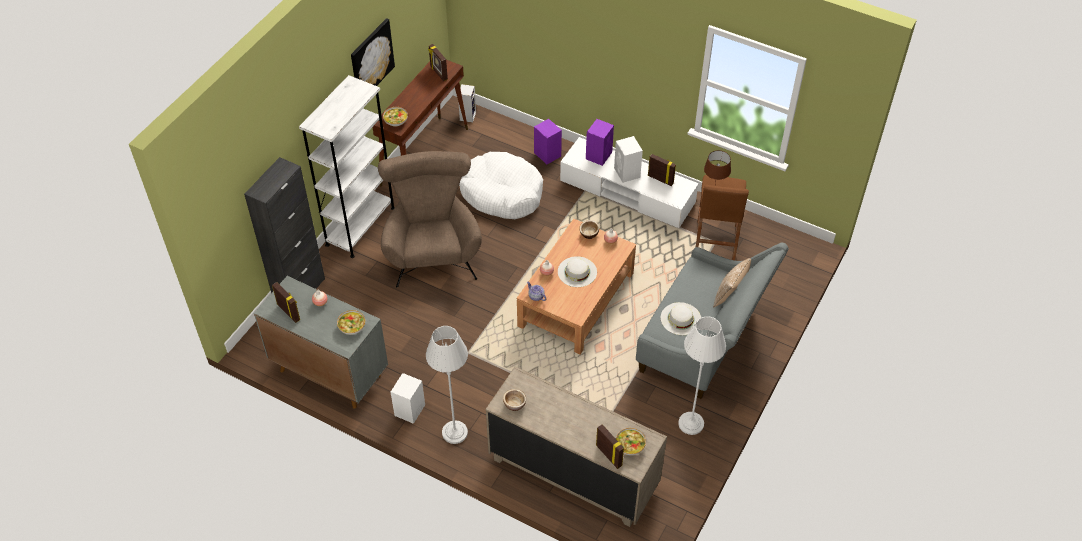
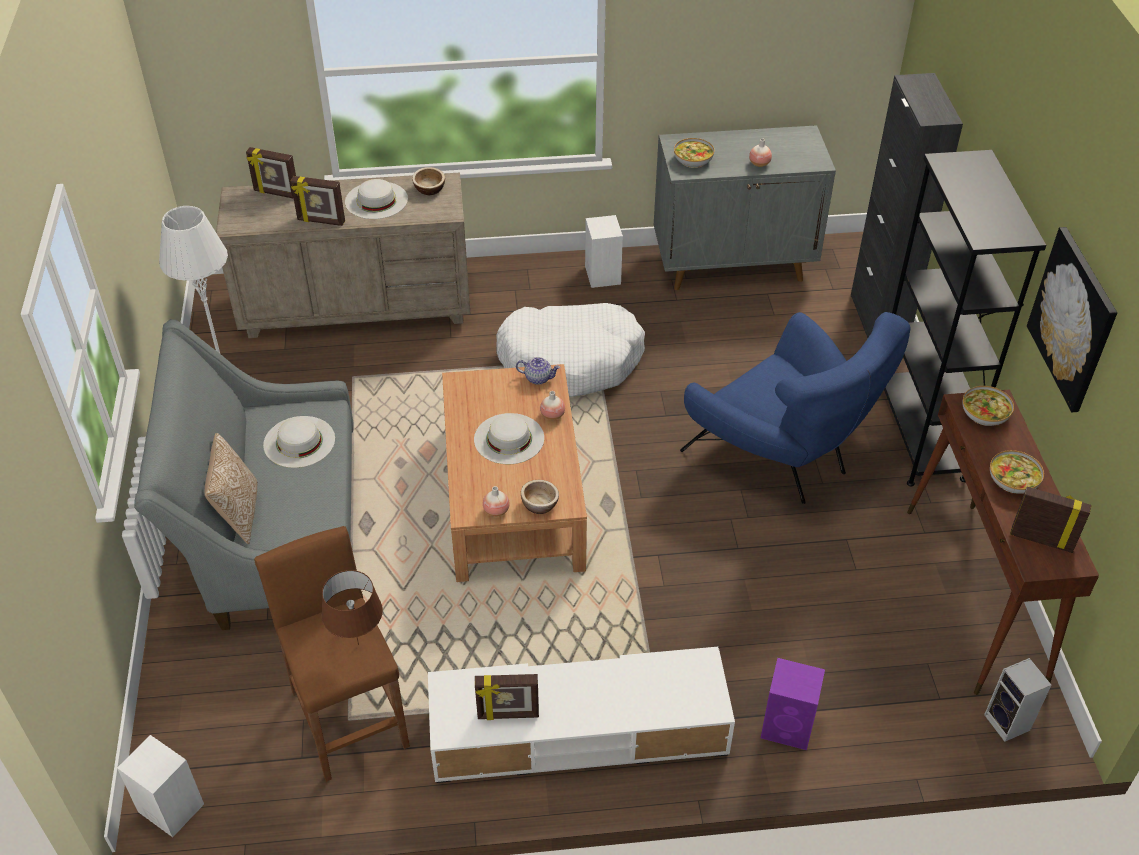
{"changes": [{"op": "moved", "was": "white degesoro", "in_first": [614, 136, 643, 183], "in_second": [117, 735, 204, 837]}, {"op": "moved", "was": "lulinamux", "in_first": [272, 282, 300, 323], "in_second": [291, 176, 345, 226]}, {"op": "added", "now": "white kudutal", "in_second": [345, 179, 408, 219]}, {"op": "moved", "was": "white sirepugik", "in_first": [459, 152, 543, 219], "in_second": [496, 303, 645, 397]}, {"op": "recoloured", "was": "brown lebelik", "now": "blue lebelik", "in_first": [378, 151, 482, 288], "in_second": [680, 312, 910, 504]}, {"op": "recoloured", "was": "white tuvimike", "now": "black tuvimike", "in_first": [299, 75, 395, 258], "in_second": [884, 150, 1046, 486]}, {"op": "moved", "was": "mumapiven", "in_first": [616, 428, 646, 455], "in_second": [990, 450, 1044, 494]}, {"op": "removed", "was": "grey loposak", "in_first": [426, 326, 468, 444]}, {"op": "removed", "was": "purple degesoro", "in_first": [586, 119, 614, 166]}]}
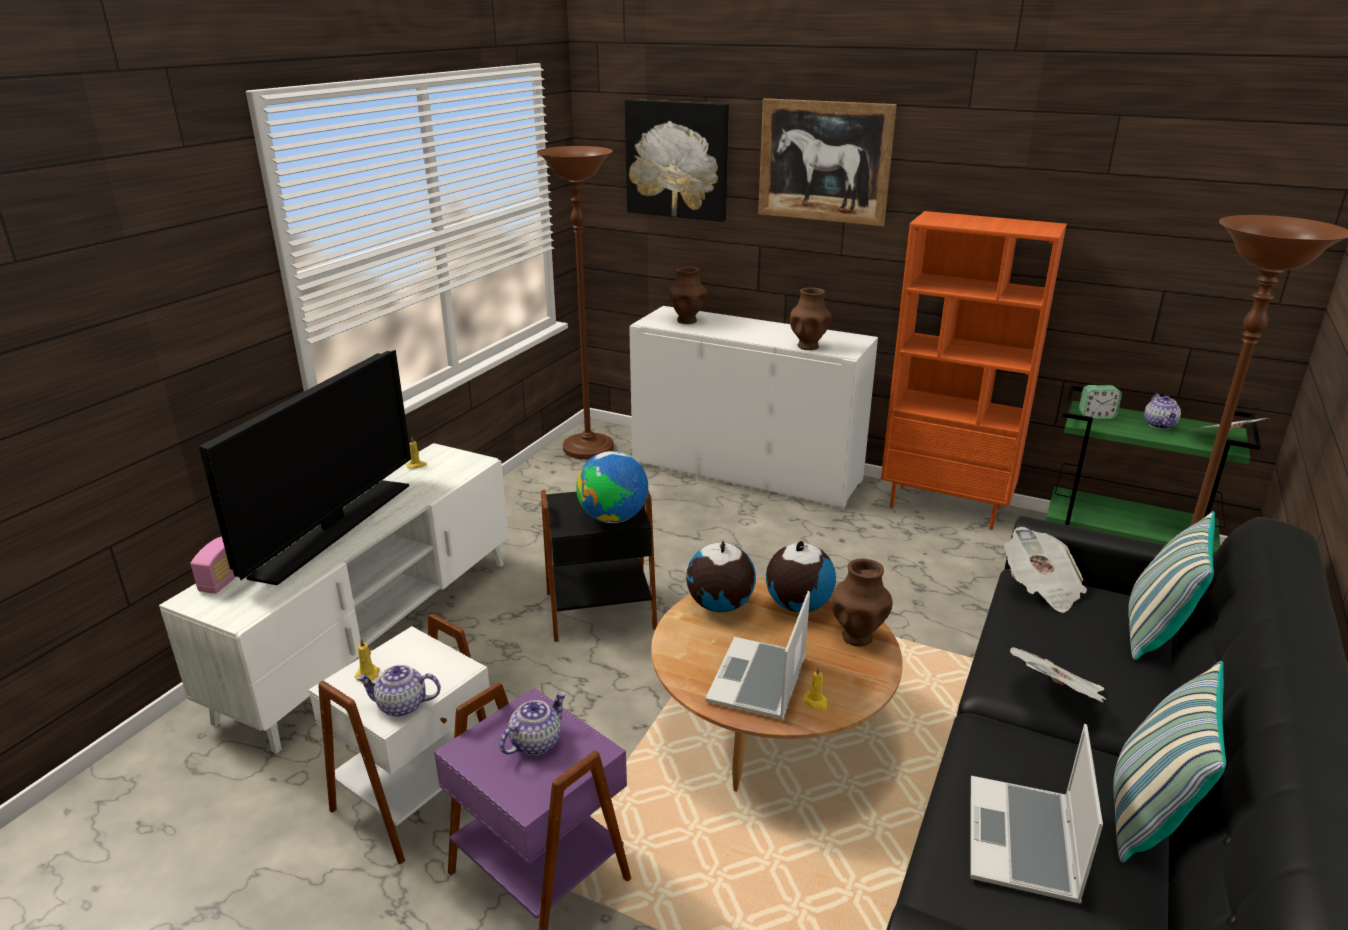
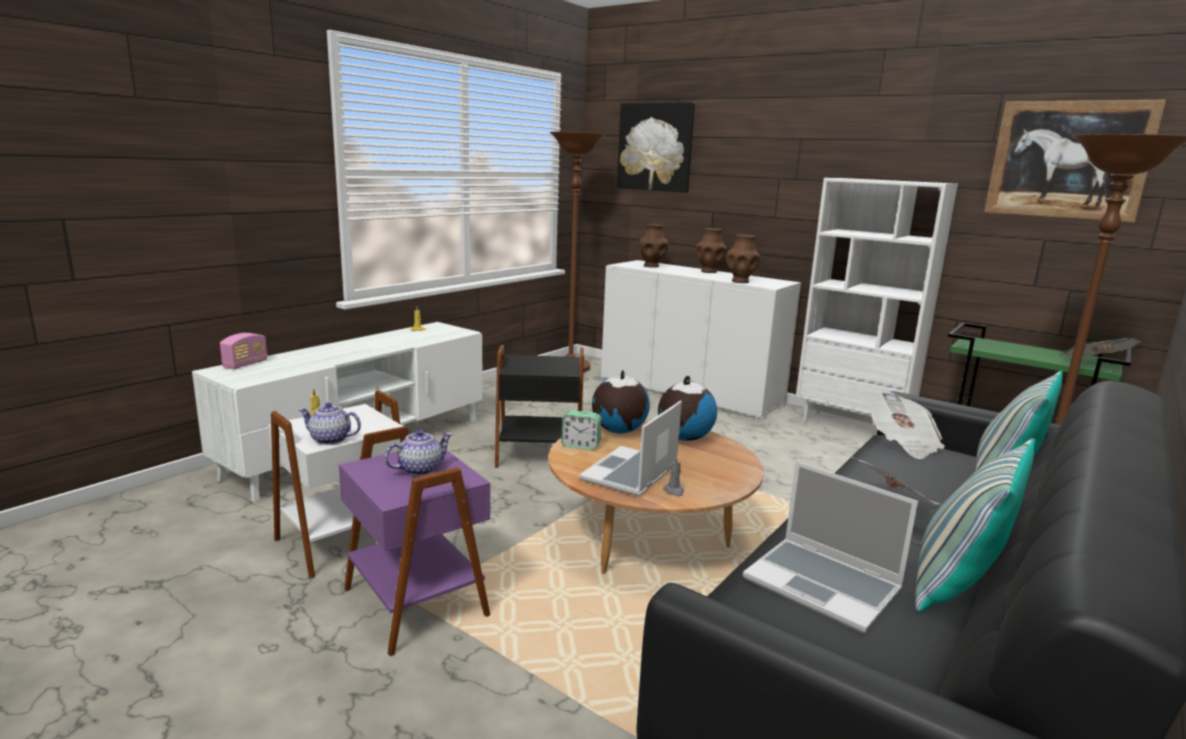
{"changes": [{"op": "moved", "was": "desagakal", "in_first": [1079, 385, 1122, 419], "in_second": [561, 410, 601, 450]}, {"op": "recoloured", "was": "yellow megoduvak", "now": "grey megoduvak", "in_first": [803, 666, 828, 711], "in_second": [663, 455, 684, 496]}, {"op": "moved", "was": "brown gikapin", "in_first": [832, 558, 893, 646], "in_second": [696, 228, 727, 273]}, {"op": "turned", "was": "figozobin", "in_first": [970, 724, 1103, 903], "in_second": [743, 461, 918, 633], "clockwise": -75}, {"op": "recoloured", "was": "orange tuvimike", "now": "white tuvimike", "in_first": [881, 211, 1067, 530], "in_second": [796, 178, 958, 424]}, {"op": "moved", "was": "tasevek", "in_first": [758, 98, 897, 226], "in_second": [984, 100, 1166, 223]}, {"op": "removed", "was": "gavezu", "in_first": [199, 350, 411, 585]}, {"op": "removed", "was": "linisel", "in_first": [576, 451, 648, 523]}, {"op": "removed", "was": "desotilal", "in_first": [1144, 393, 1181, 429]}]}
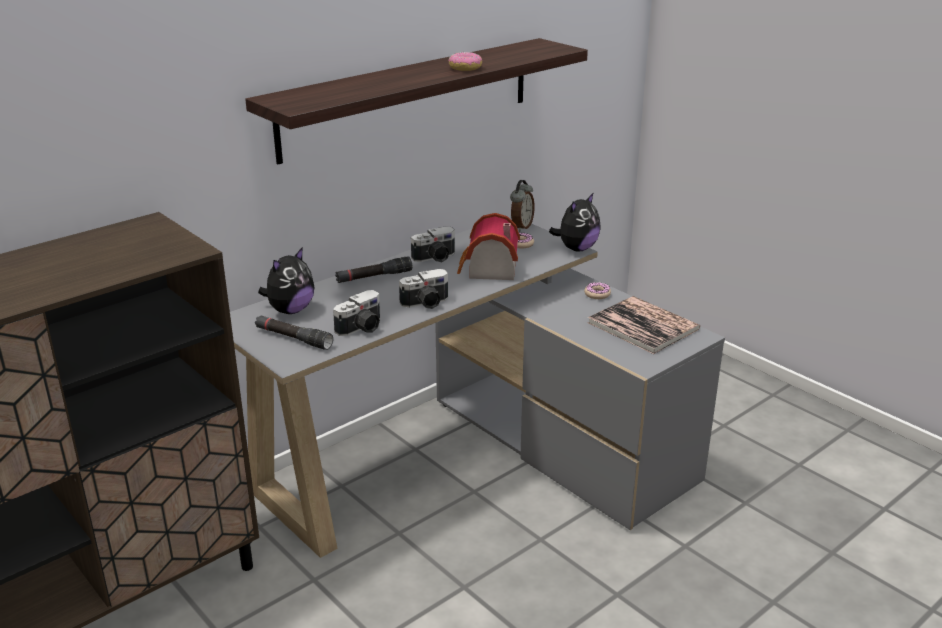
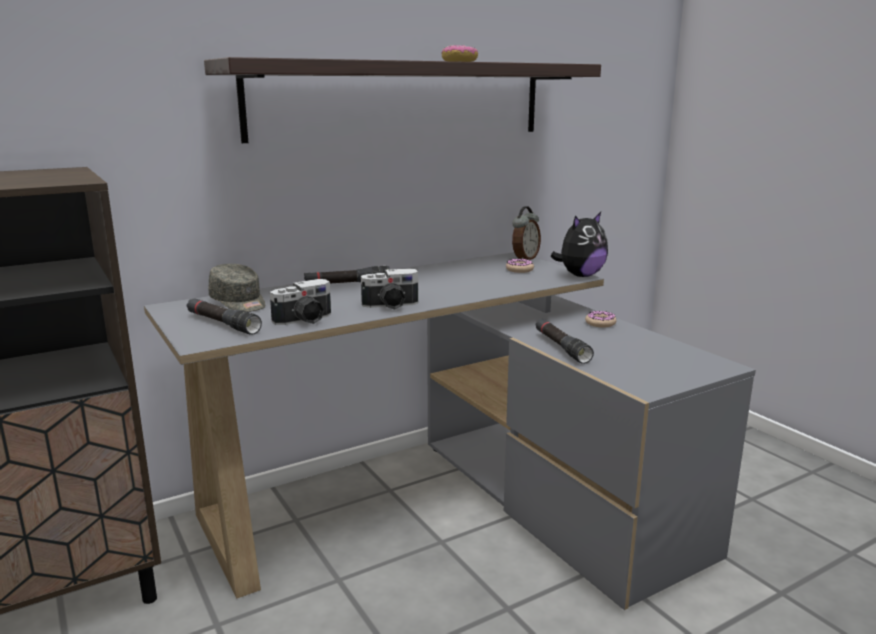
{"changes": [{"op": "replaced", "was": "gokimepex", "now": "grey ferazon", "in_first": [258, 247, 314, 314], "in_second": [208, 264, 265, 312]}, {"op": "added", "now": "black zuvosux", "in_second": [536, 319, 594, 364]}, {"op": "removed", "was": "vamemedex", "in_first": [411, 226, 455, 262]}, {"op": "removed", "was": "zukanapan", "in_first": [457, 213, 520, 280]}, {"op": "removed", "was": "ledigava", "in_first": [588, 296, 700, 354]}]}
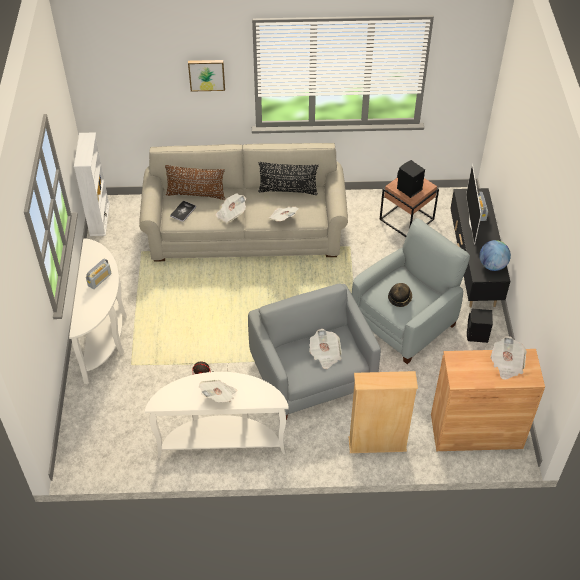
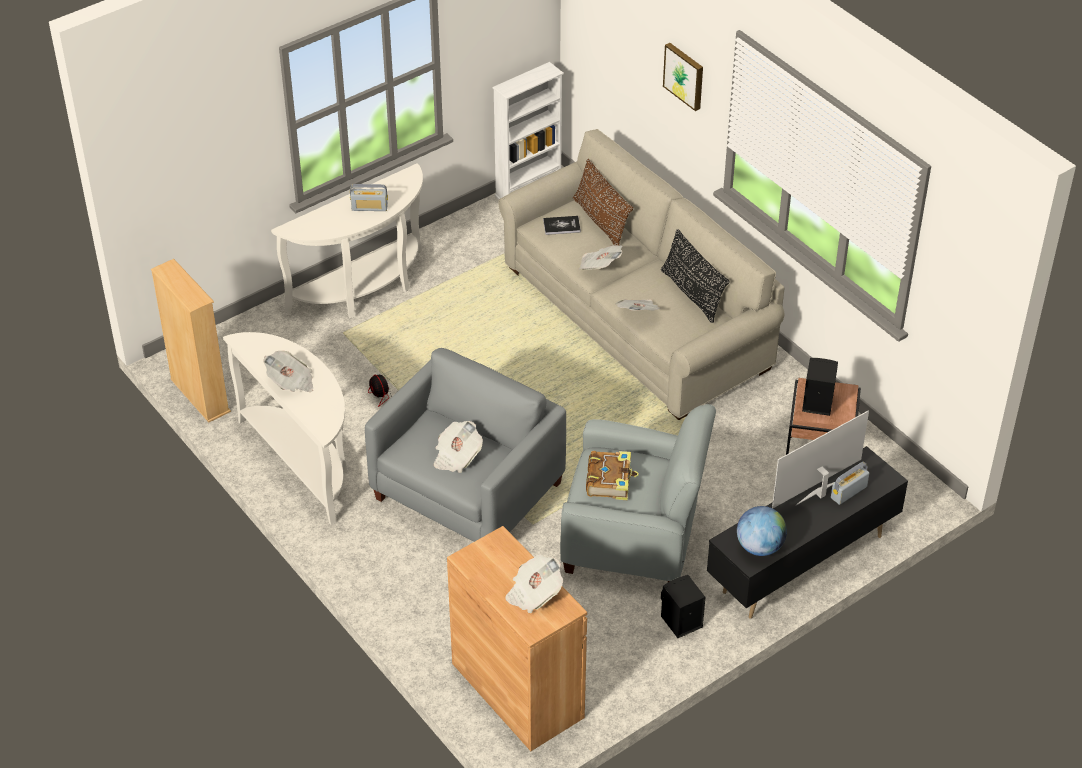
{"changes": [{"op": "moved", "was": "beige tuvimike", "in_first": [349, 371, 418, 453], "in_second": [151, 259, 231, 423]}, {"op": "replaced", "was": "kudutal", "now": "ledigava", "in_first": [388, 283, 412, 307], "in_second": [586, 451, 639, 500]}]}
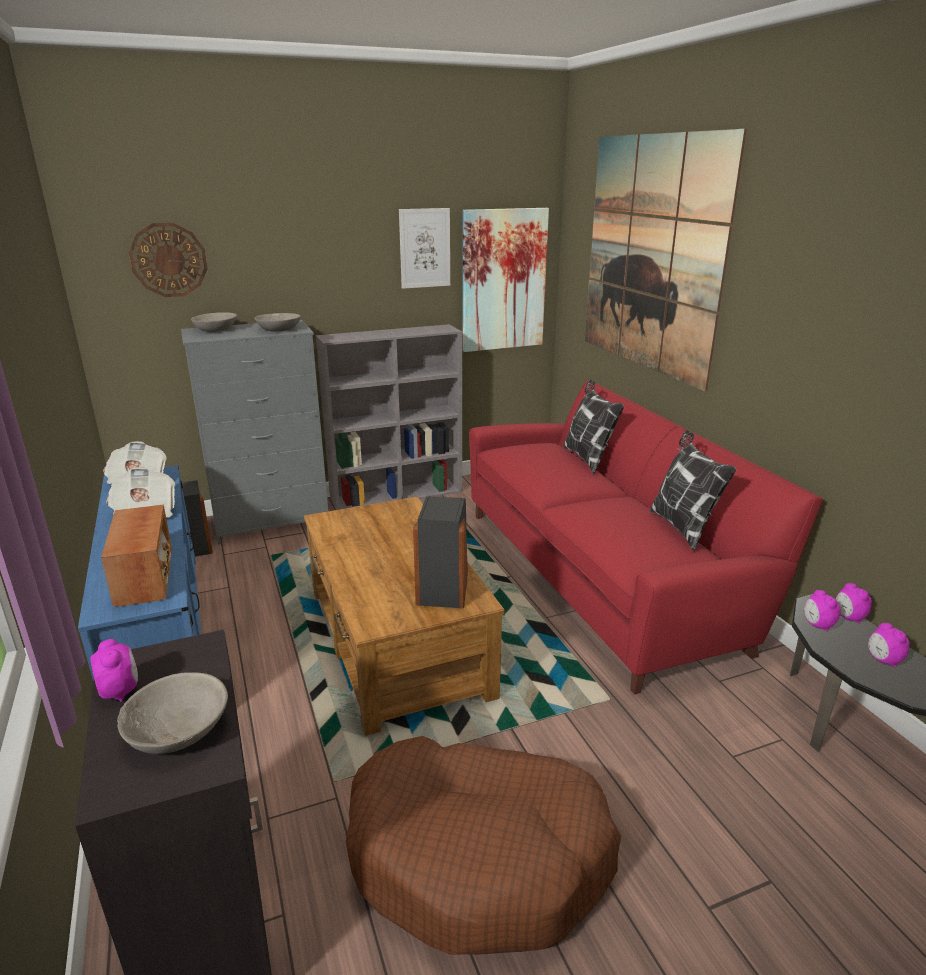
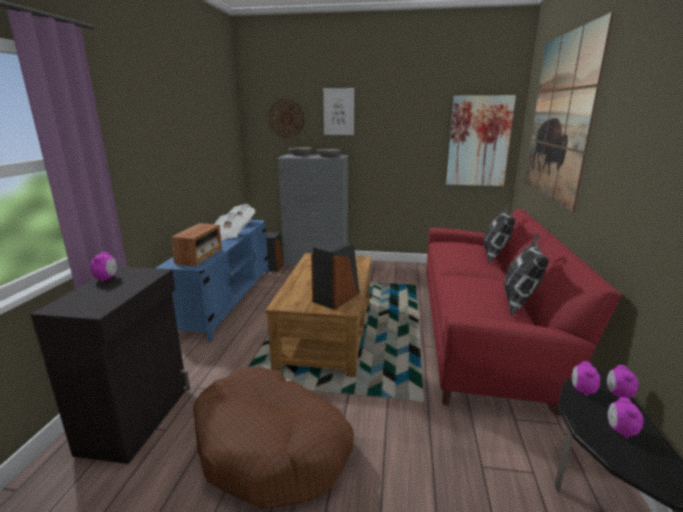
{"changes": [{"op": "moved", "was": "tasevek", "in_first": [399, 208, 450, 289], "in_second": [323, 88, 354, 135]}, {"op": "removed", "was": "grey mumapiven", "in_first": [117, 672, 228, 754]}, {"op": "removed", "was": "grey tuvimike", "in_first": [316, 324, 462, 510]}]}
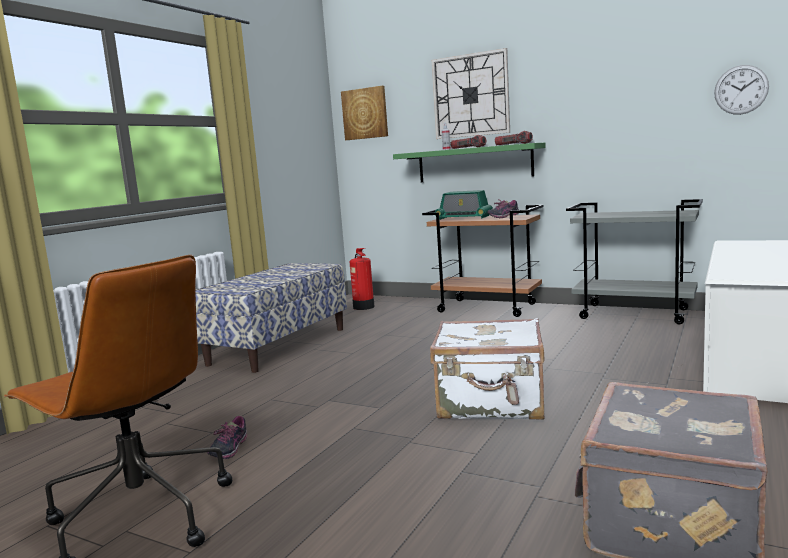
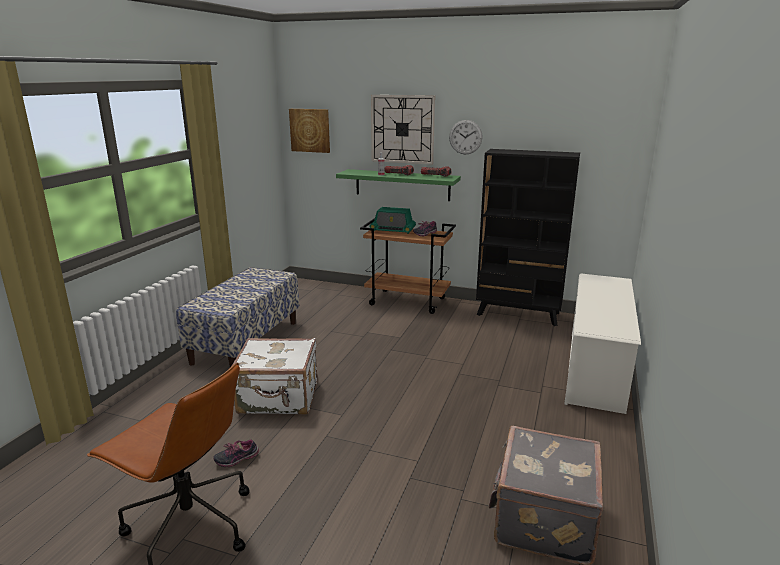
{"changes": [{"op": "turned", "was": "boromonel", "in_first": [207, 416, 247, 459], "in_second": [213, 439, 259, 467], "clockwise": 60}, {"op": "moved", "was": "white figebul", "in_first": [430, 318, 545, 420], "in_second": [232, 338, 317, 415]}, {"op": "moved", "was": "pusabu", "in_first": [714, 65, 769, 115], "in_second": [449, 120, 483, 154]}, {"op": "replaced", "was": "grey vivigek", "now": "black tuvimike", "in_first": [566, 199, 703, 324], "in_second": [476, 149, 580, 326]}, {"op": "removed", "was": "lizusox", "in_first": [350, 248, 375, 310]}]}
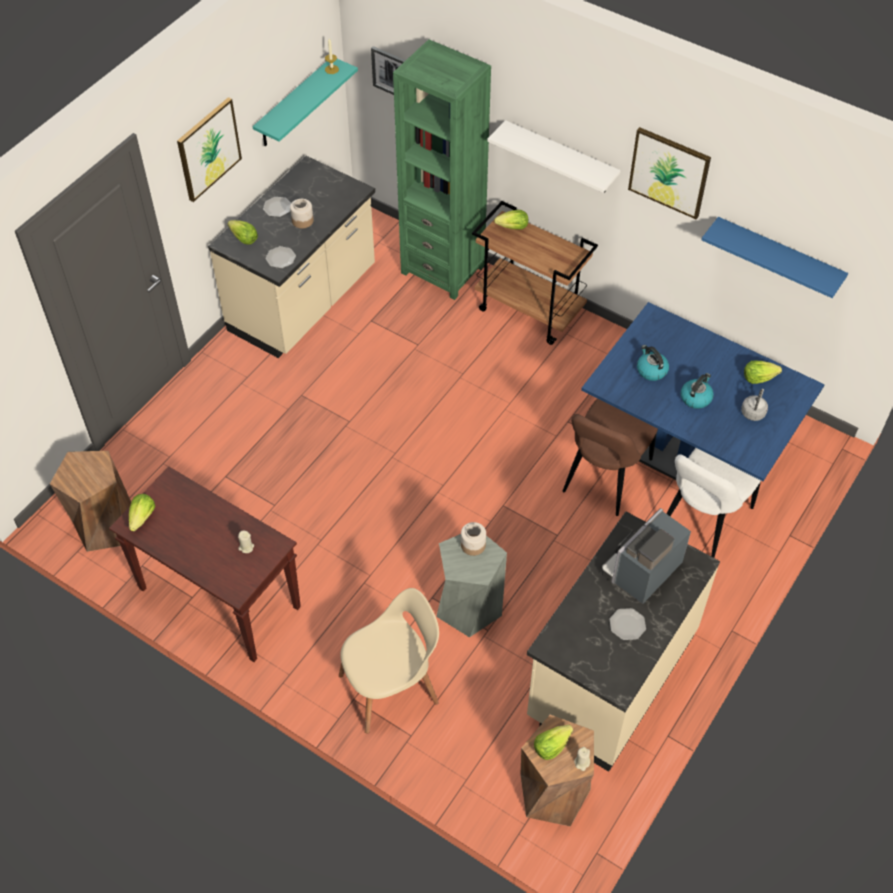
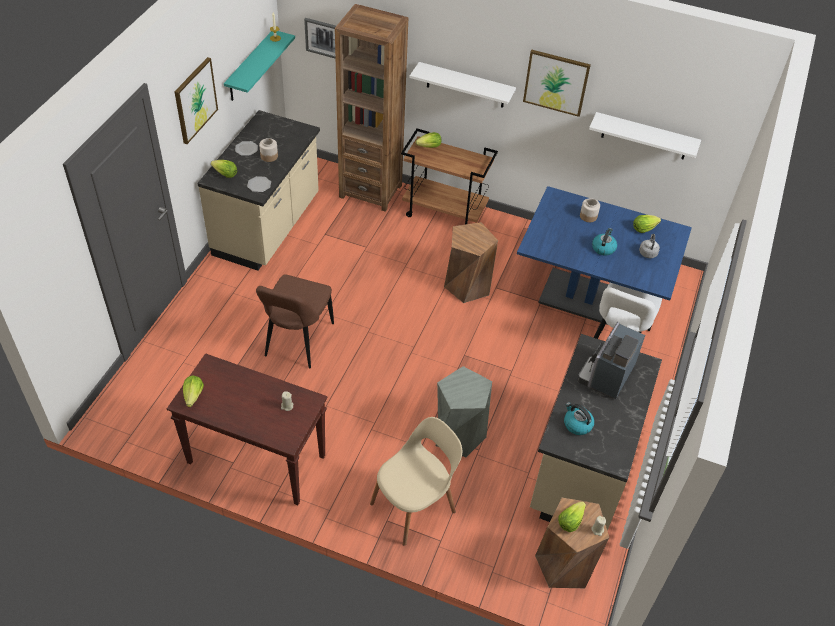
{"changes": [{"op": "moved", "was": "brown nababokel", "in_first": [563, 398, 658, 516], "in_second": [256, 274, 334, 368]}, {"op": "recoloured", "was": "green tuvimike", "now": "brown tuvimike", "in_first": [393, 39, 491, 300], "in_second": [335, 4, 408, 212]}, {"op": "moved", "was": "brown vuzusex", "in_first": [50, 451, 131, 552], "in_second": [444, 222, 498, 303]}, {"op": "moved", "was": "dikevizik", "in_first": [637, 345, 669, 381], "in_second": [564, 402, 594, 435]}, {"op": "moved", "was": "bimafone", "in_first": [461, 522, 486, 556], "in_second": [580, 198, 600, 222]}, {"op": "recoloured", "was": "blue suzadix", "now": "white suzadix", "in_first": [702, 217, 848, 298], "in_second": [589, 112, 701, 159]}, {"op": "removed", "was": "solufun", "in_first": [609, 608, 646, 640]}]}
